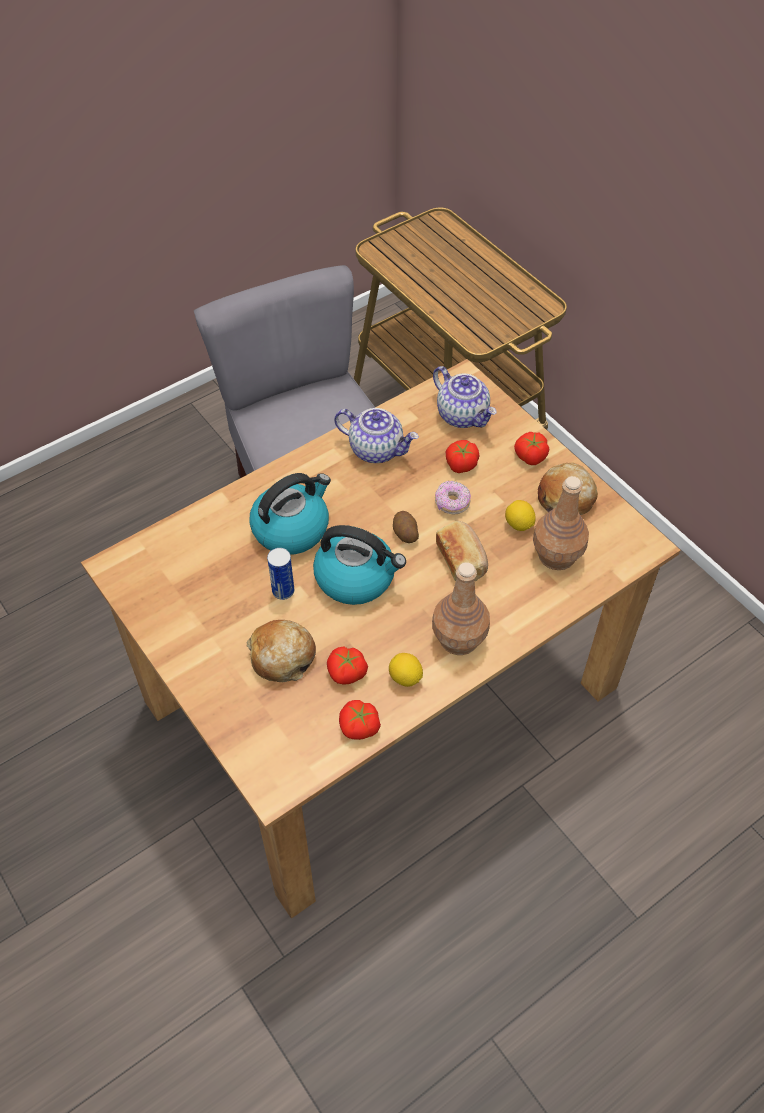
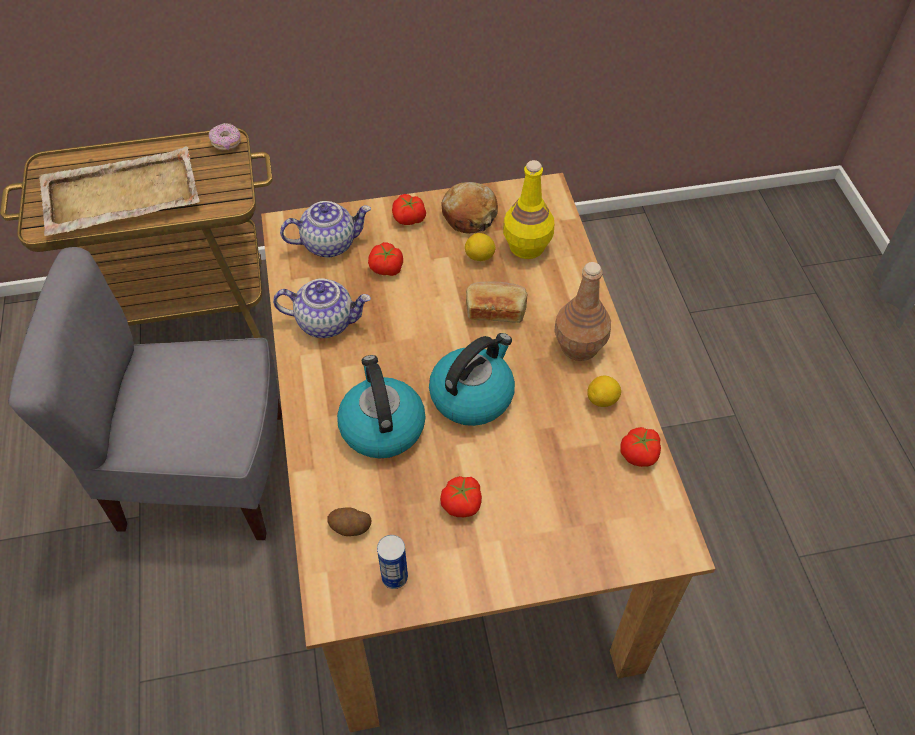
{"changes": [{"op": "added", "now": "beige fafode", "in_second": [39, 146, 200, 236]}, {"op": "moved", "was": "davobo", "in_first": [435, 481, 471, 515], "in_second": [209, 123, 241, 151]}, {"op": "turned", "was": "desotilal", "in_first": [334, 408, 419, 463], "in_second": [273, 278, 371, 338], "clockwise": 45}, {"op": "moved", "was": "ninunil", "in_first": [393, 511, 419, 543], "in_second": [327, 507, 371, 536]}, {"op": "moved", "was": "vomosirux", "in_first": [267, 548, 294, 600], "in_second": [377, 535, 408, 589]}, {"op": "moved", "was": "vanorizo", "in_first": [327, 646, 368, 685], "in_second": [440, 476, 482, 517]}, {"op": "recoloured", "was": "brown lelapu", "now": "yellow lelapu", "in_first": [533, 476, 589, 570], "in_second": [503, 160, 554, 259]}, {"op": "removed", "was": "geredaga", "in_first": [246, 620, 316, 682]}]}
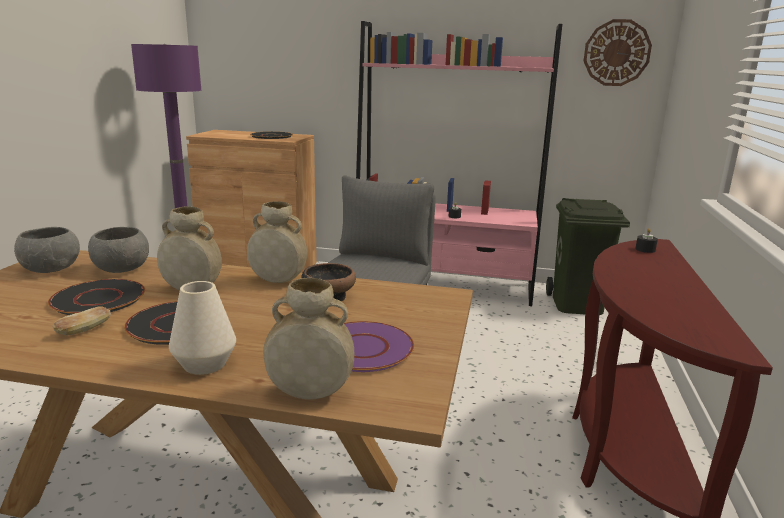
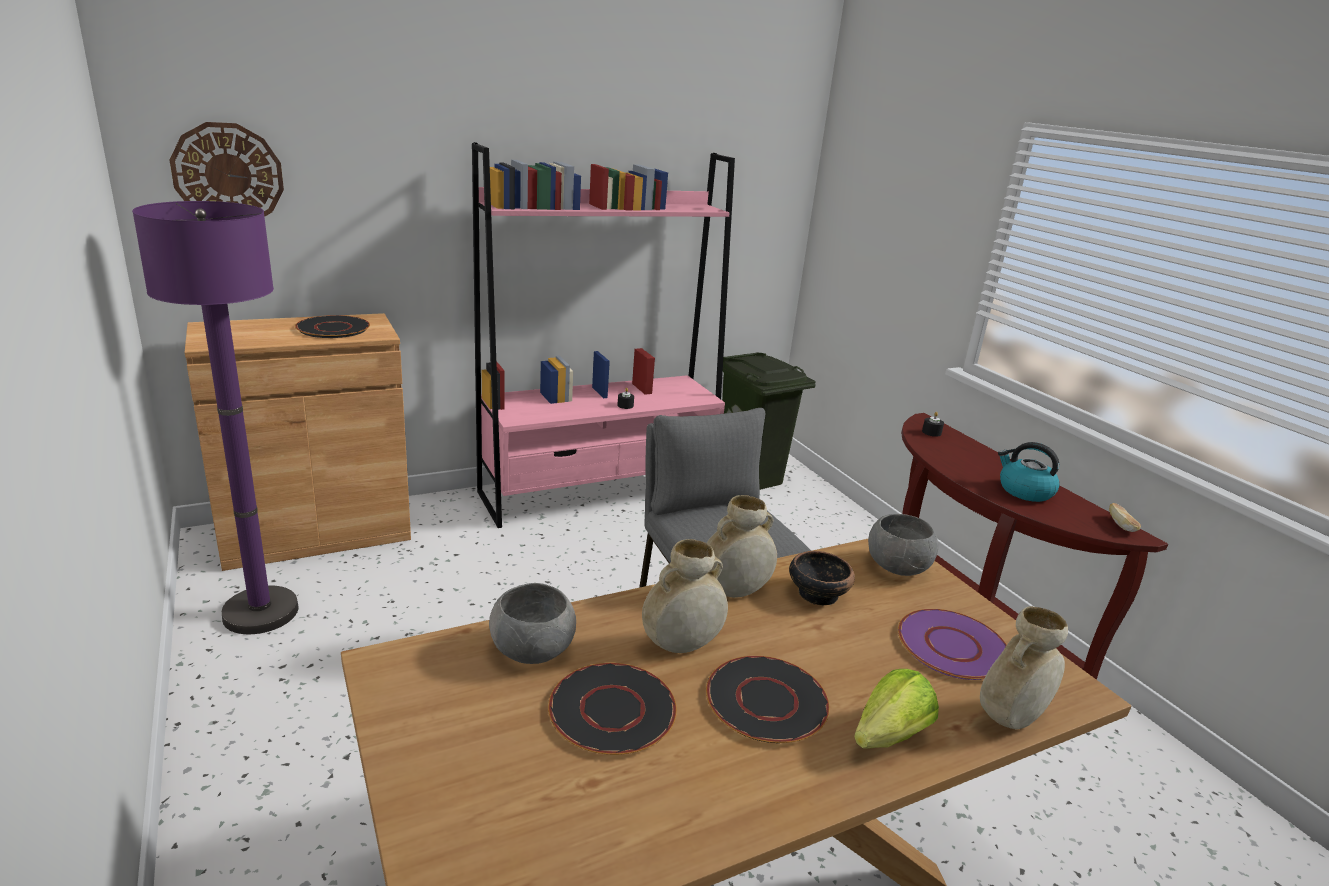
{"changes": [{"op": "moved", "was": "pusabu", "in_first": [584, 19, 652, 86], "in_second": [170, 122, 284, 217]}, {"op": "replaced", "was": "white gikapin", "now": "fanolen", "in_first": [169, 281, 236, 375], "in_second": [854, 669, 939, 749]}, {"op": "moved", "was": "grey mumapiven", "in_first": [14, 227, 80, 273], "in_second": [868, 514, 938, 576]}, {"op": "added", "now": "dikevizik", "in_second": [998, 442, 1060, 502]}, {"op": "moved", "was": "geredaga", "in_first": [53, 306, 111, 335], "in_second": [1109, 503, 1141, 532]}]}
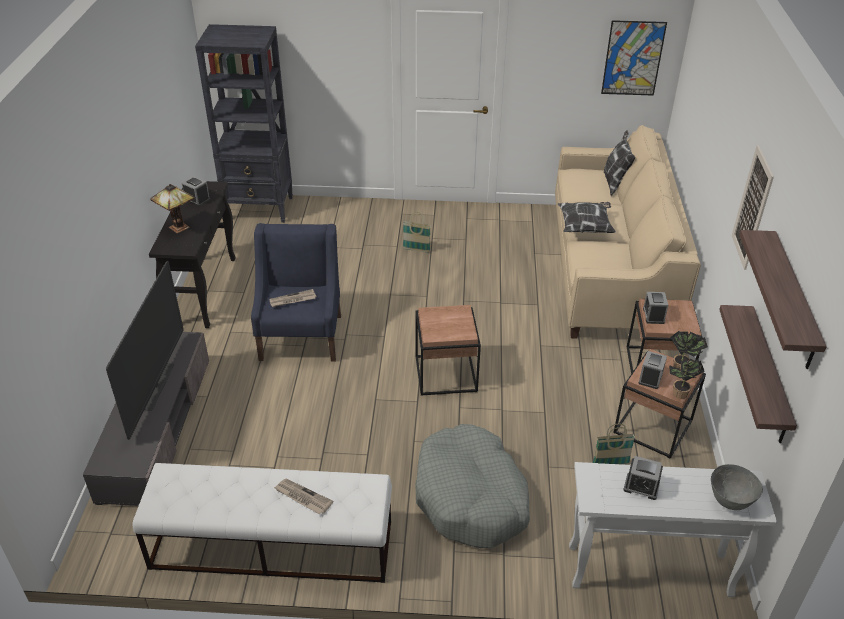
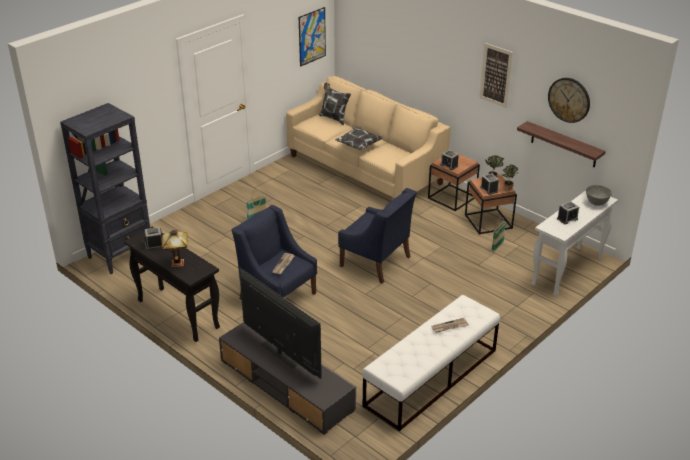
{"changes": [{"op": "replaced", "was": "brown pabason", "now": "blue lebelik", "in_first": [416, 305, 481, 396], "in_second": [338, 188, 417, 284]}, {"op": "replaced", "was": "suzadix", "now": "pusabu", "in_first": [739, 230, 827, 369], "in_second": [548, 78, 590, 123]}, {"op": "removed", "was": "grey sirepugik", "in_first": [415, 424, 530, 548]}]}
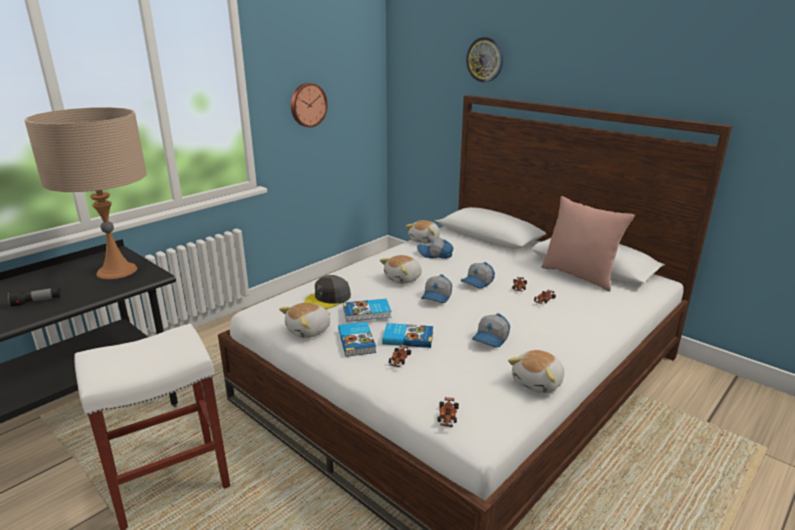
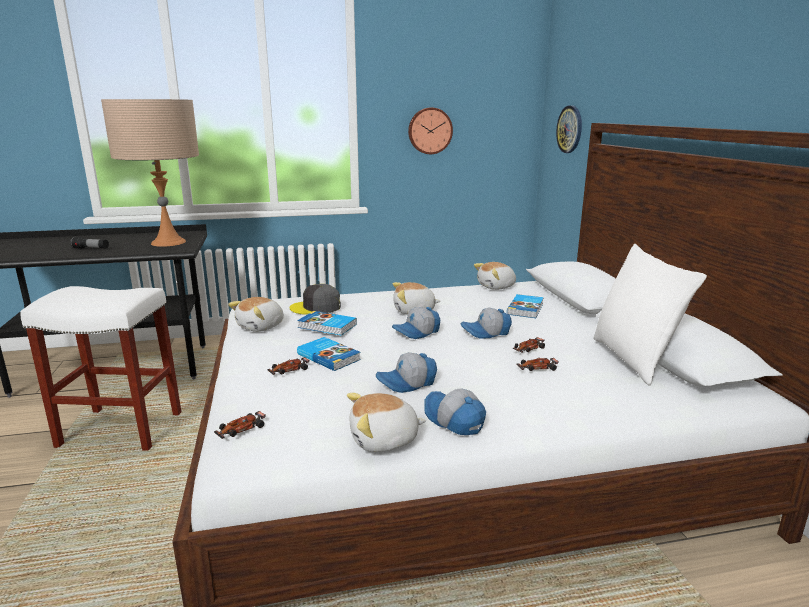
{"changes": [{"op": "turned", "was": "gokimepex", "in_first": [279, 302, 331, 338], "in_second": [228, 297, 284, 332], "clockwise": -45}, {"op": "moved", "was": "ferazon", "in_first": [417, 238, 453, 259], "in_second": [425, 388, 486, 435]}, {"op": "moved", "was": "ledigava", "in_first": [338, 322, 376, 357], "in_second": [507, 294, 544, 318]}, {"op": "moved", "was": "pusabu", "in_first": [466, 37, 503, 82], "in_second": [556, 105, 582, 153]}, {"op": "recoloured", "was": "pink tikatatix", "now": "white tikatatix", "in_first": [541, 196, 635, 292], "in_second": [593, 244, 707, 386]}]}
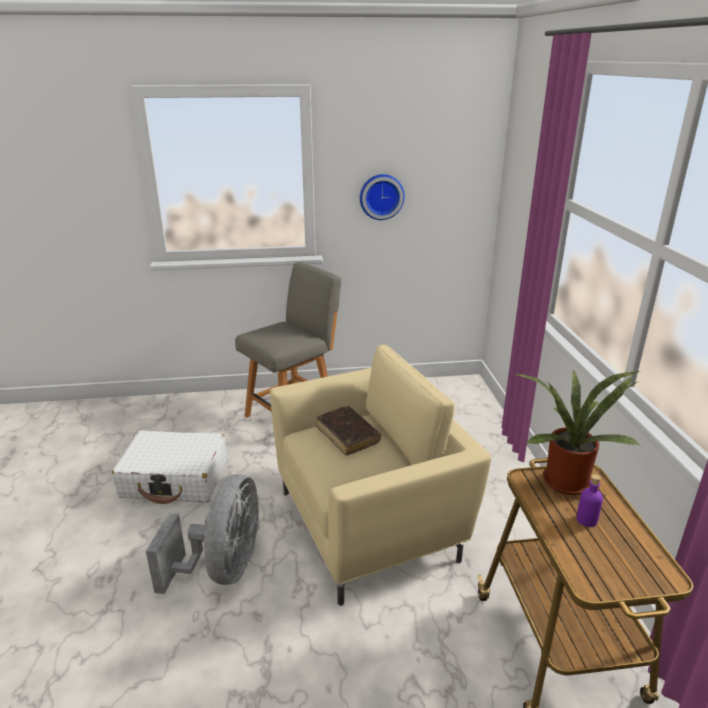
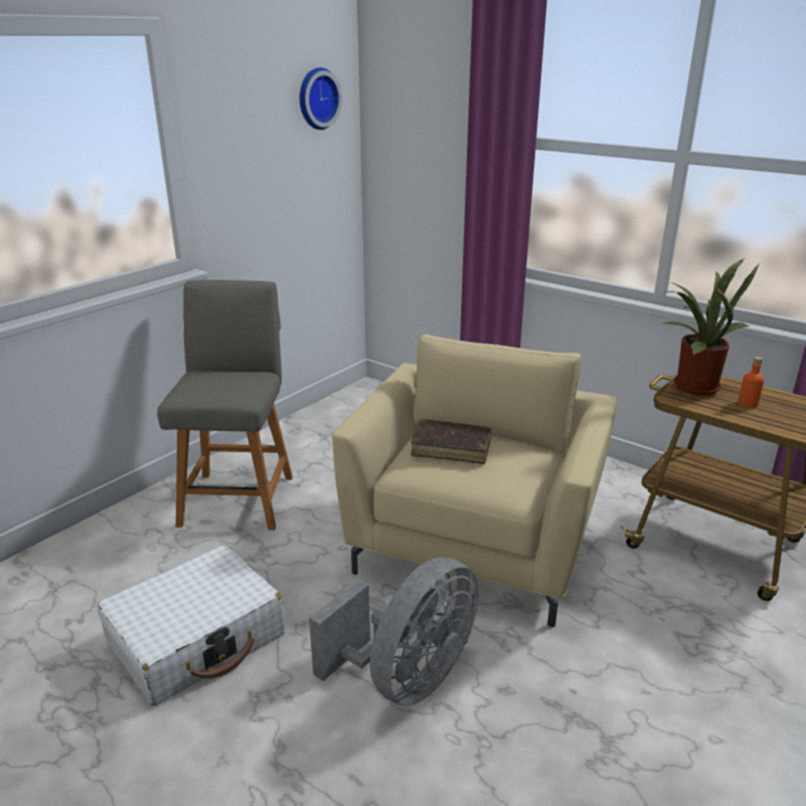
{"changes": [{"op": "moved", "was": "pusabu", "in_first": [360, 174, 405, 220], "in_second": [300, 67, 342, 130]}, {"op": "turned", "was": "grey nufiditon", "in_first": [146, 474, 260, 594], "in_second": [309, 557, 478, 706], "clockwise": 75}, {"op": "recoloured", "was": "purple lelapu", "now": "orange lelapu", "in_first": [576, 474, 603, 527], "in_second": [738, 357, 764, 408]}]}
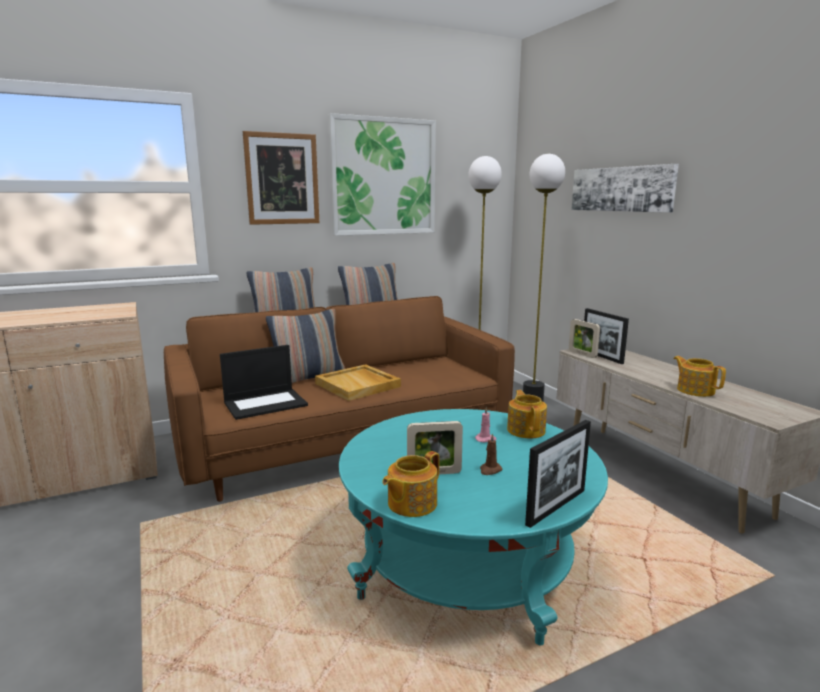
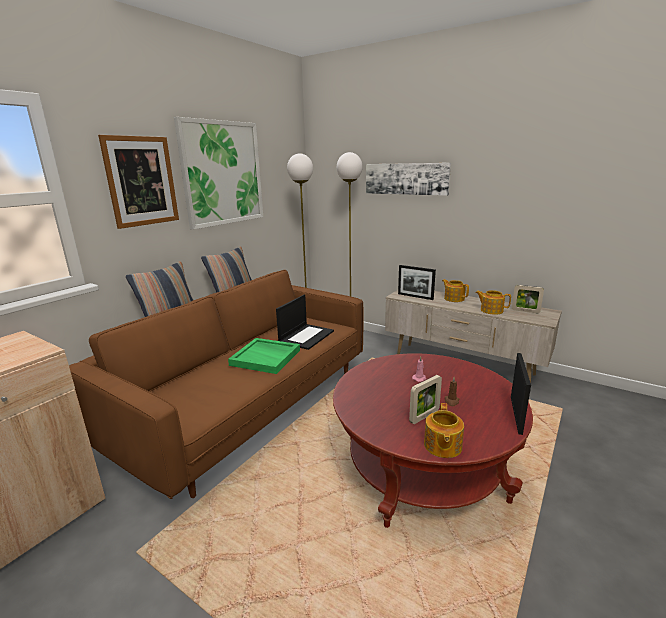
{"changes": [{"op": "recoloured", "was": "beige fafode", "now": "green fafode", "in_first": [315, 364, 401, 401], "in_second": [228, 338, 300, 374]}, {"op": "moved", "was": "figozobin", "in_first": [220, 345, 308, 420], "in_second": [276, 295, 334, 350]}, {"op": "recoloured", "was": "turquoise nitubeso", "now": "red nitubeso", "in_first": [339, 409, 608, 645], "in_second": [333, 353, 533, 528]}, {"op": "moved", "was": "desotilal", "in_first": [507, 390, 547, 438], "in_second": [442, 279, 469, 302]}, {"op": "moved", "was": "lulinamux", "in_first": [569, 319, 600, 358], "in_second": [512, 285, 544, 313]}, {"op": "removed", "was": "tikatatix", "in_first": [266, 309, 345, 383]}]}
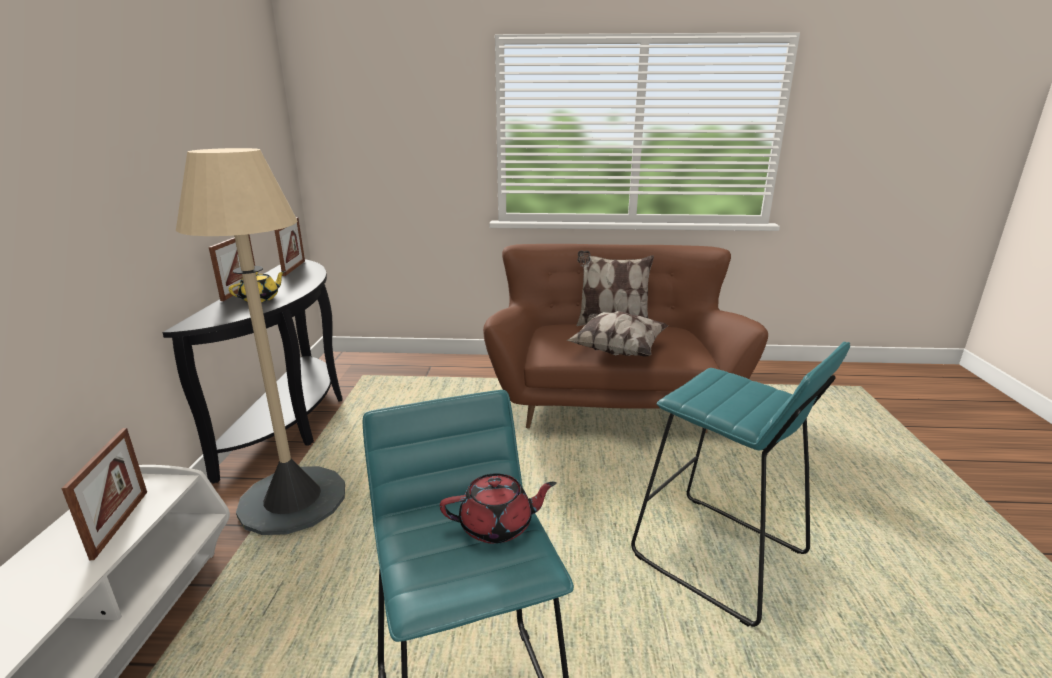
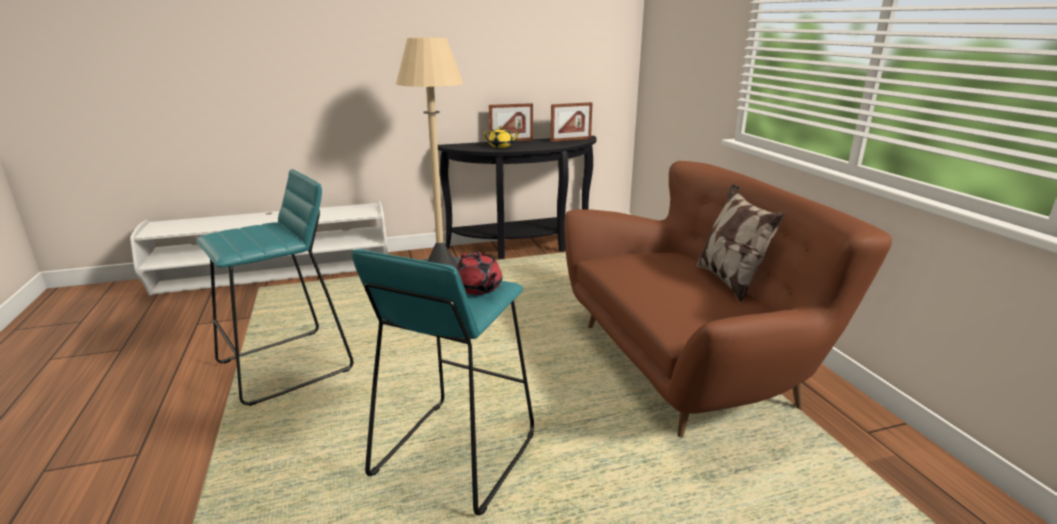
{"changes": [{"op": "moved", "was": "red desotilal", "in_first": [440, 473, 557, 544], "in_second": [456, 252, 502, 295]}, {"op": "removed", "was": "lulinamux", "in_first": [61, 428, 147, 561]}, {"op": "removed", "was": "tikatatix", "in_first": [566, 311, 669, 357]}]}
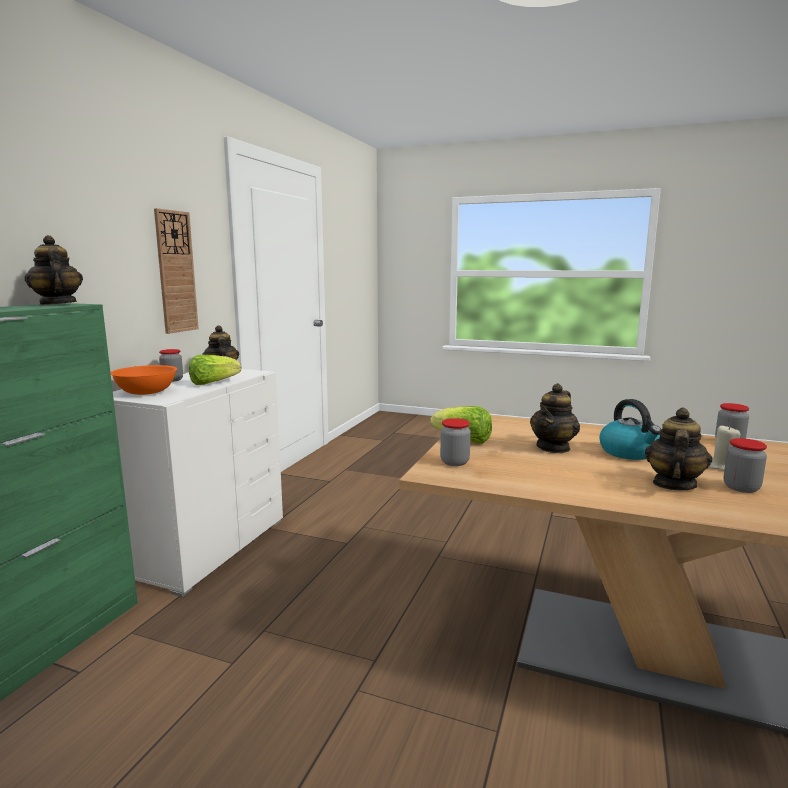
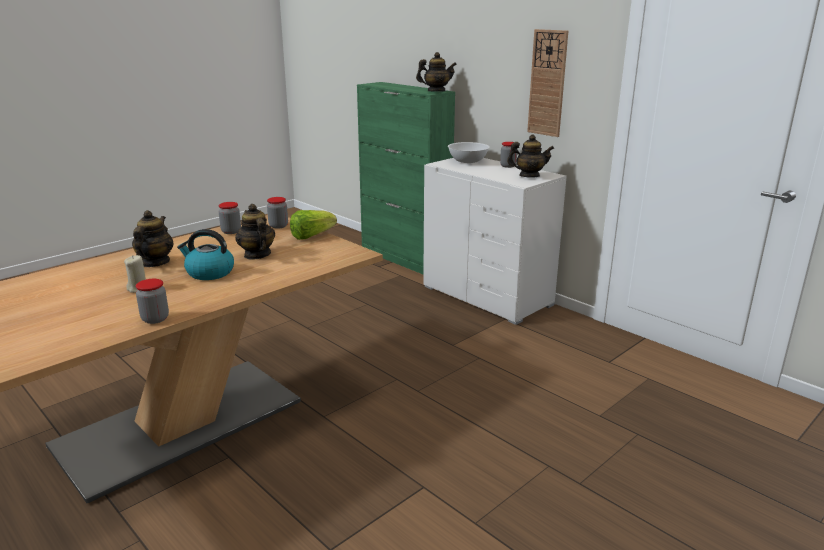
{"changes": [{"op": "turned", "was": "desotilal", "in_first": [645, 408, 712, 490], "in_second": [132, 210, 174, 267], "clockwise": -135}, {"op": "moved", "was": "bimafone", "in_first": [724, 438, 767, 493], "in_second": [219, 202, 241, 234]}, {"op": "recoloured", "was": "orange mumapiven", "now": "white mumapiven", "in_first": [110, 365, 177, 395], "in_second": [448, 142, 490, 163]}, {"op": "removed", "was": "fanolen", "in_first": [189, 355, 241, 385]}]}
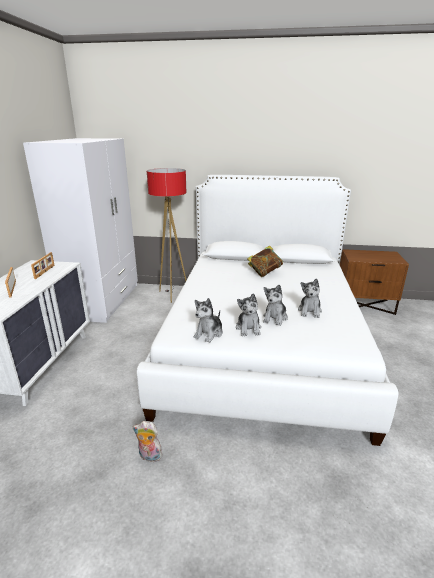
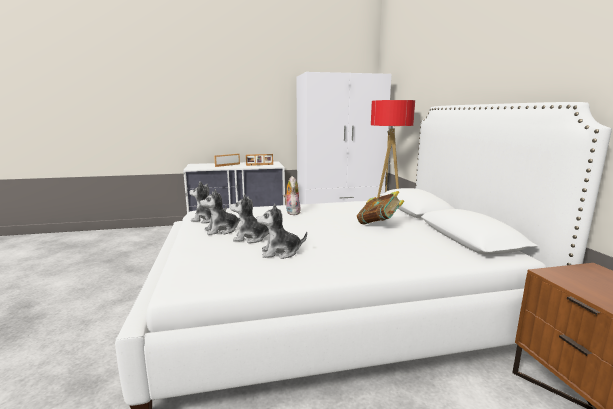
{"changes": [{"op": "moved", "was": "gokimepex", "in_first": [133, 421, 162, 462], "in_second": [283, 176, 300, 215]}]}
